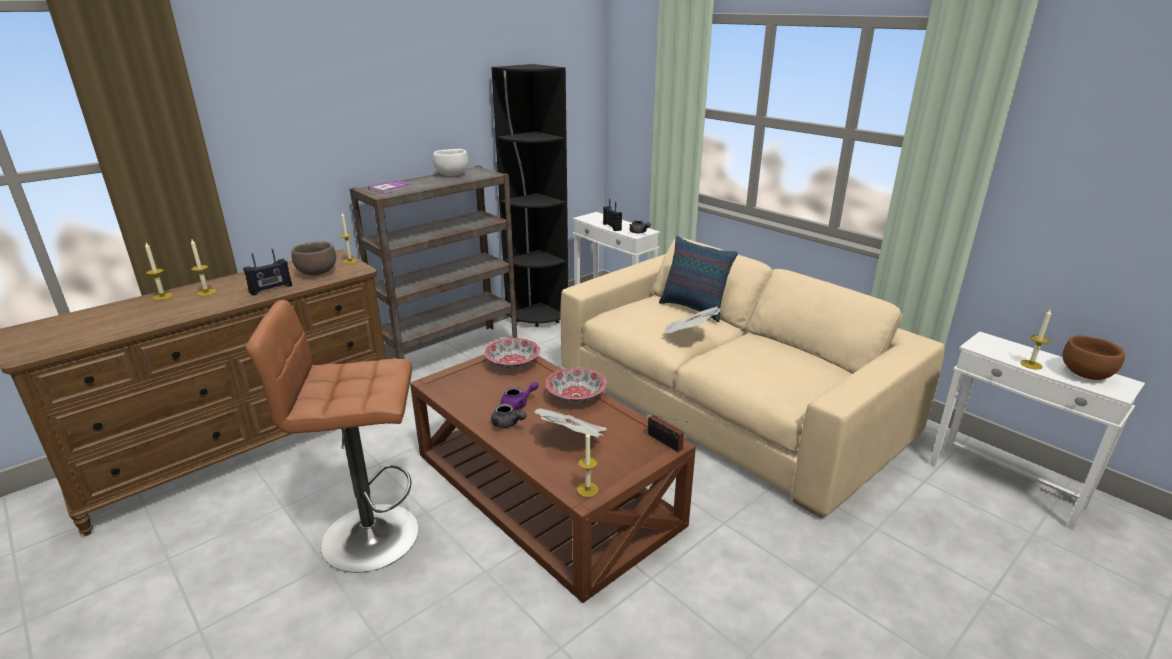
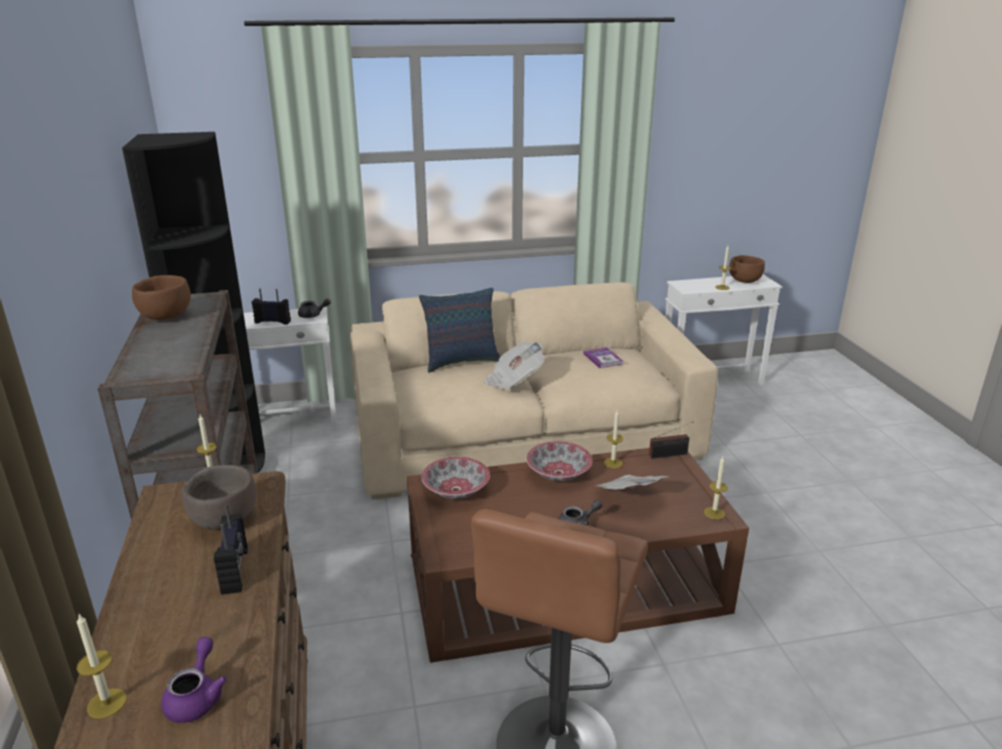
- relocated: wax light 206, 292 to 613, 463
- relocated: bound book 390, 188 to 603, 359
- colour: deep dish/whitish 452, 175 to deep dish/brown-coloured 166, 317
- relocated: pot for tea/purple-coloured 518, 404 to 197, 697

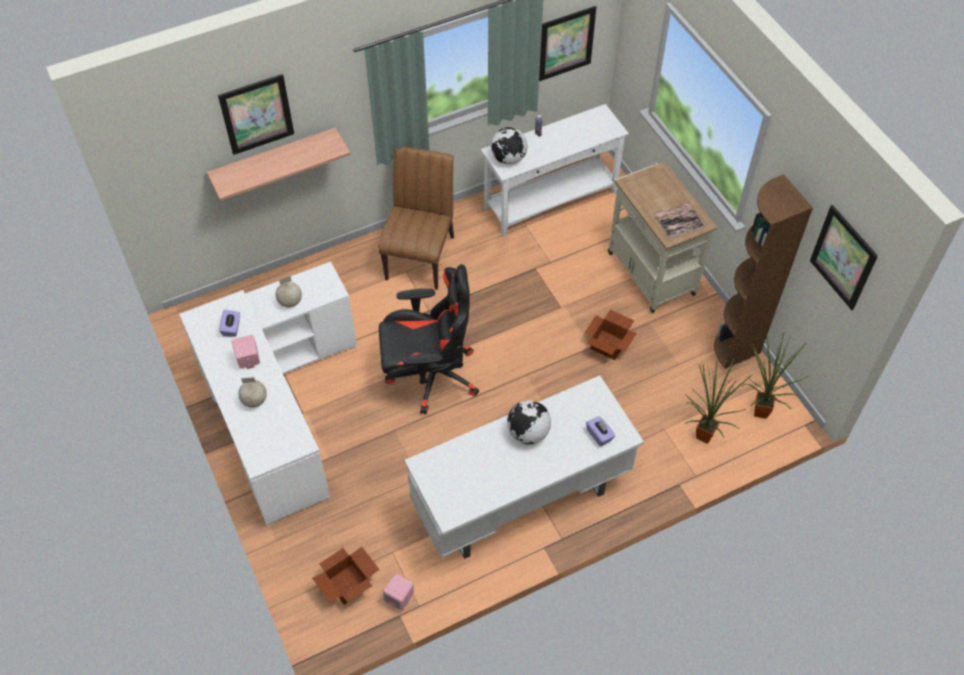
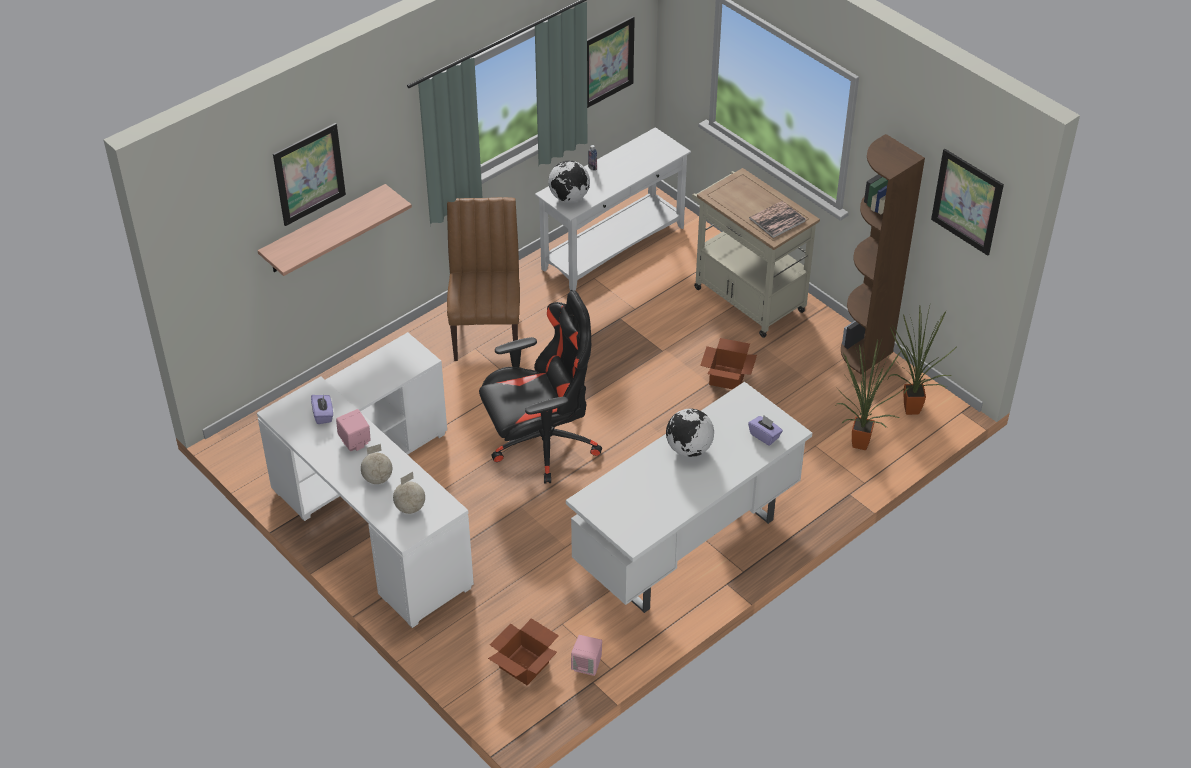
- relocated: globe 290, 302 to 410, 508

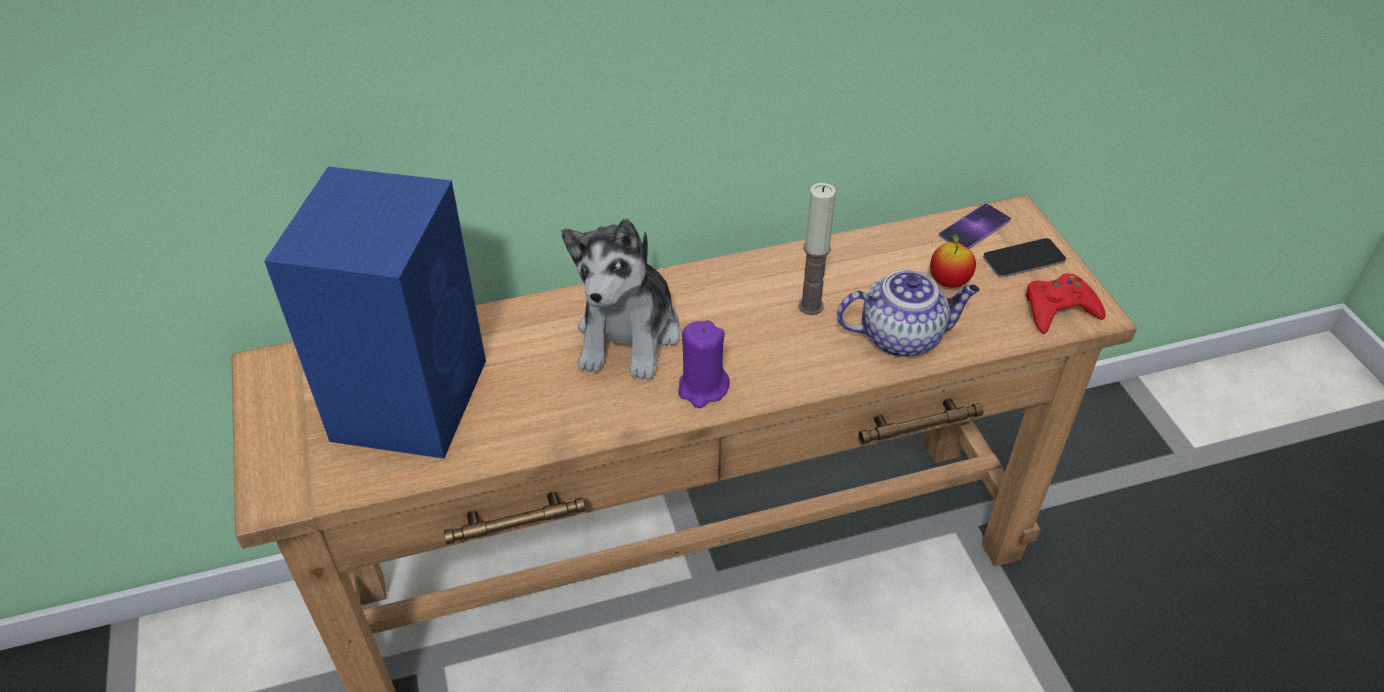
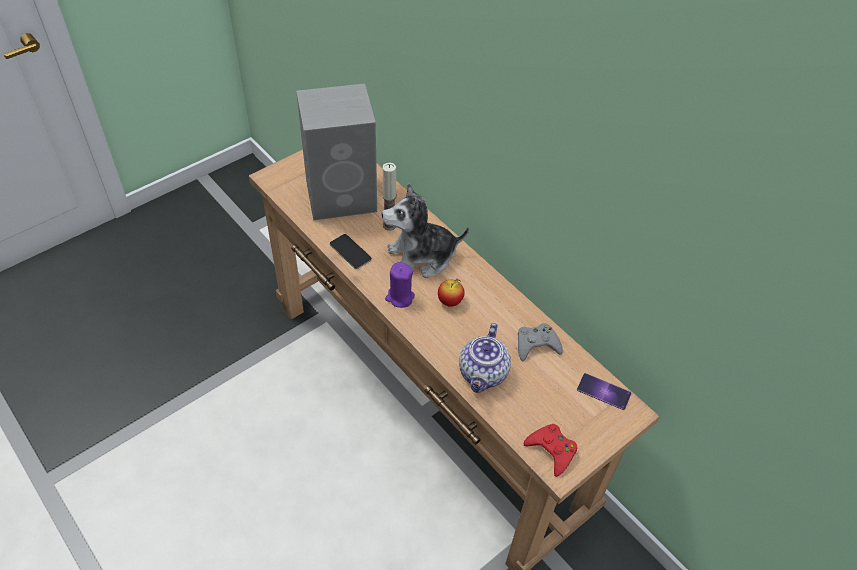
- colour: audio speaker/bluish 411, 396 to audio speaker/greyish 343, 196
- relocated: wax light 810, 306 to 389, 225
- spun: pot for tea 902, 336 = 483, 374 45 degrees clockwise
- relocated: apple 948, 282 to 450, 301
- relocated: telephone 1024, 259 to 350, 251
- appeared: gamepad/greyish 536, 345

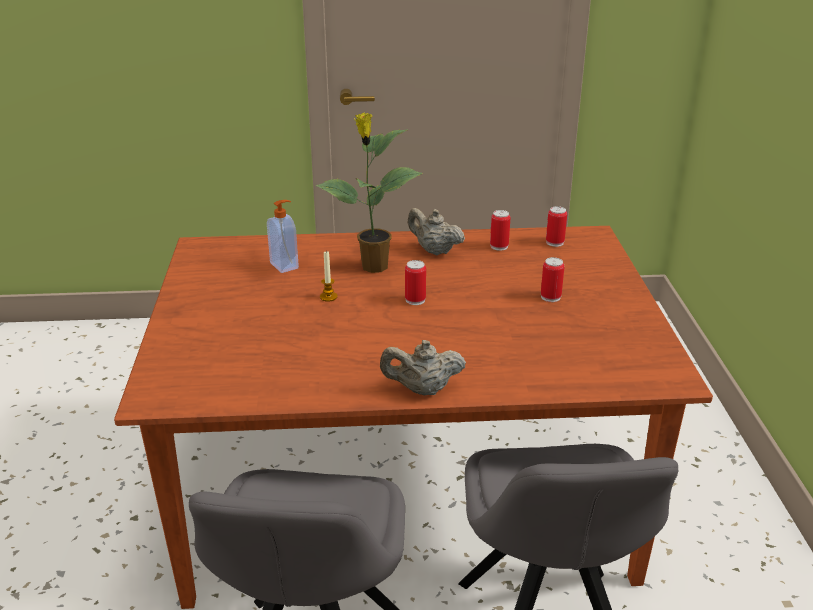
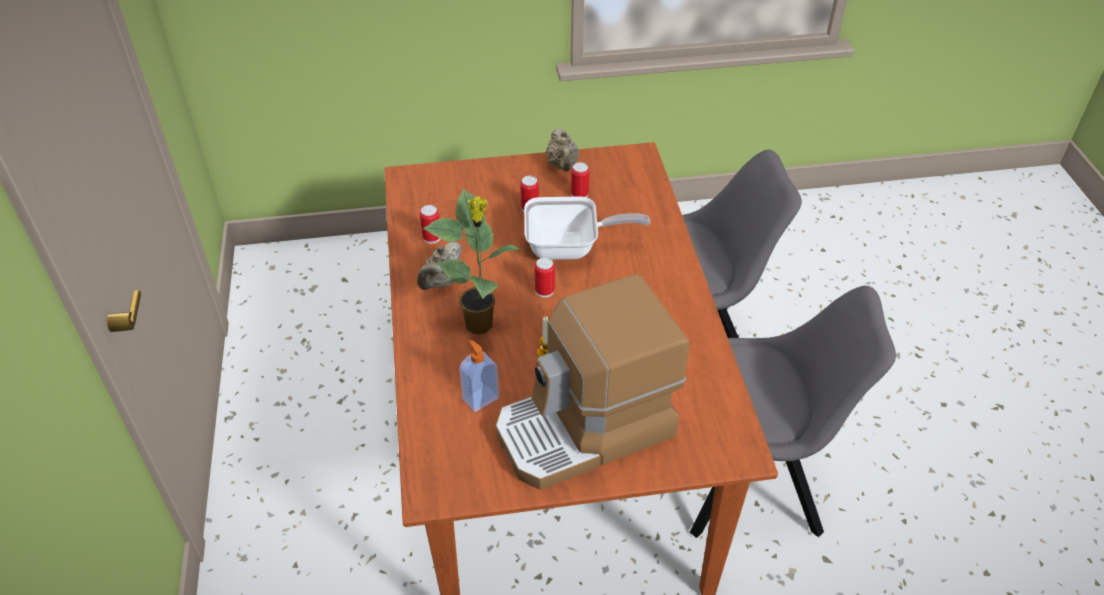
- relocated: pot for tea/beige 422, 390 to 562, 166
- relocated: sealed can 554, 242 to 579, 194
- appeared: coffee maker 586, 430
- appeared: pan 570, 247

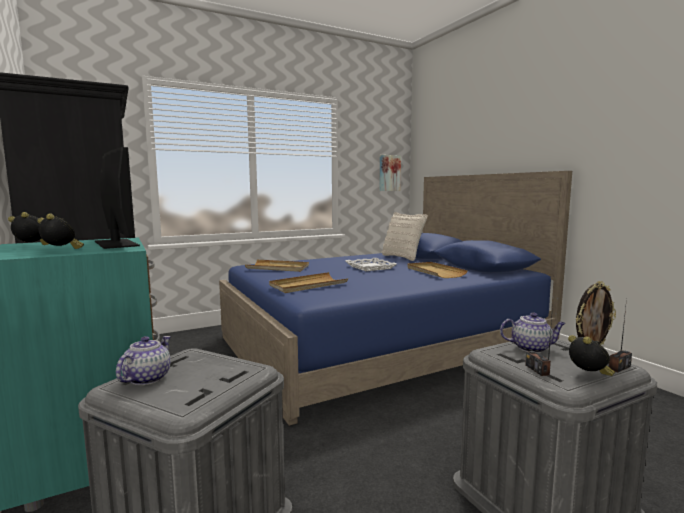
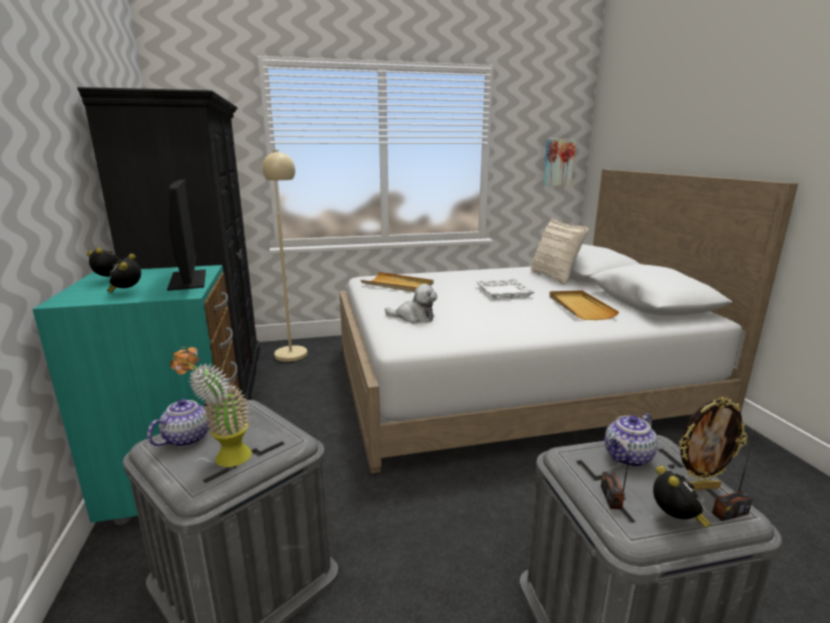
- spun: table clock 61, 250 = 127, 292 135 degrees counterclockwise
- colour: sleeping bed/bluish 381, 344 to sleeping bed/whitish 511, 381
- exchanged: carrying tray/beige 308, 285 to soft toy 414, 317
- spun: pot for tea 531, 348 = 627, 458 120 degrees clockwise
- appeared: houseplant 224, 460
- appeared: standard lamp/beige 293, 359

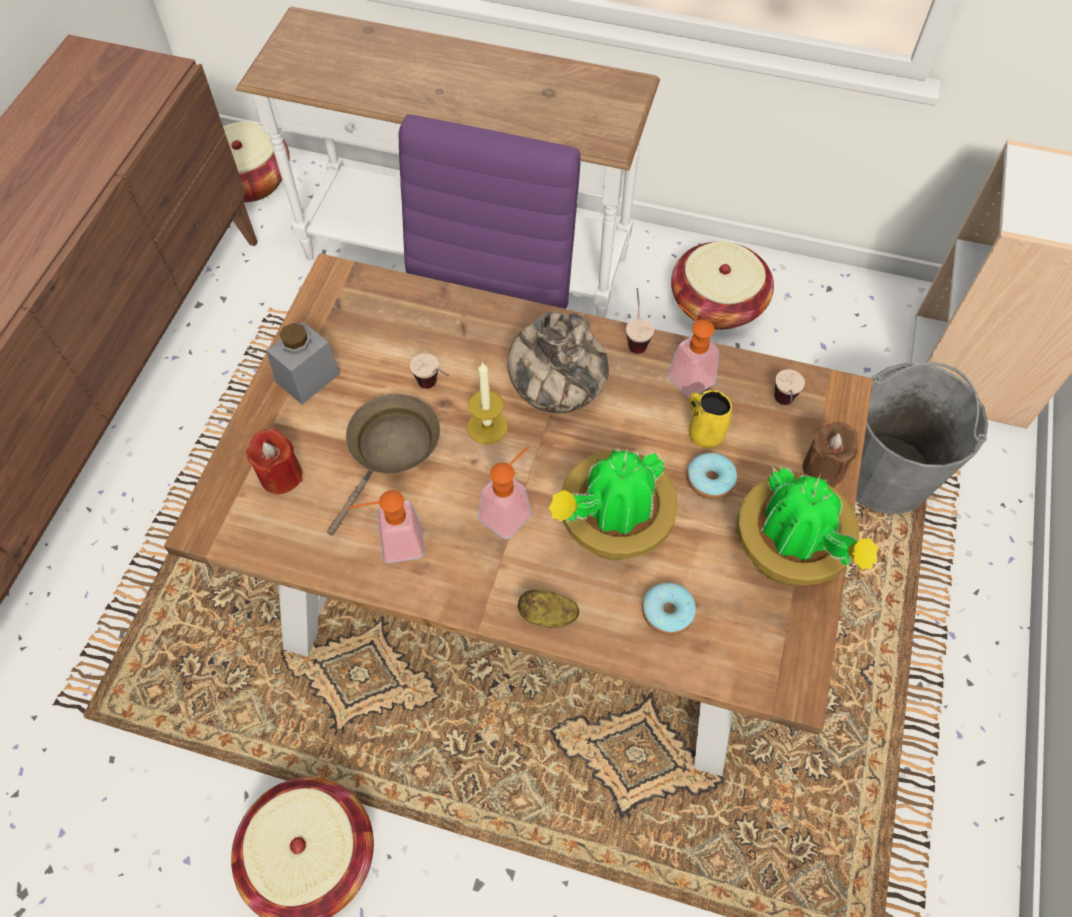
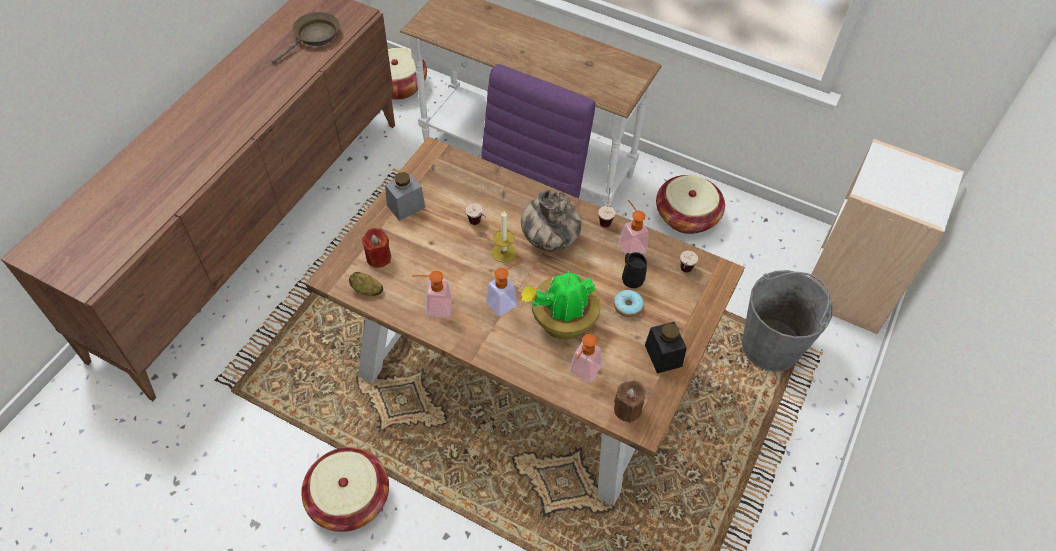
- relocated: pan/brown-coloured 391, 451 to 314, 37
- relocated: potato 547, 616 to 366, 290
- exchanged: doughnut 667, 612 to soap bottle 582, 373
- colour: tea mug/yellow-coloured 704, 433 to tea mug/blackish 632, 279
- exchanged: houseplant 789, 554 to preserve jar/blackish 663, 355
- relocated: wax light/brown-coloured 823, 468 to 627, 409

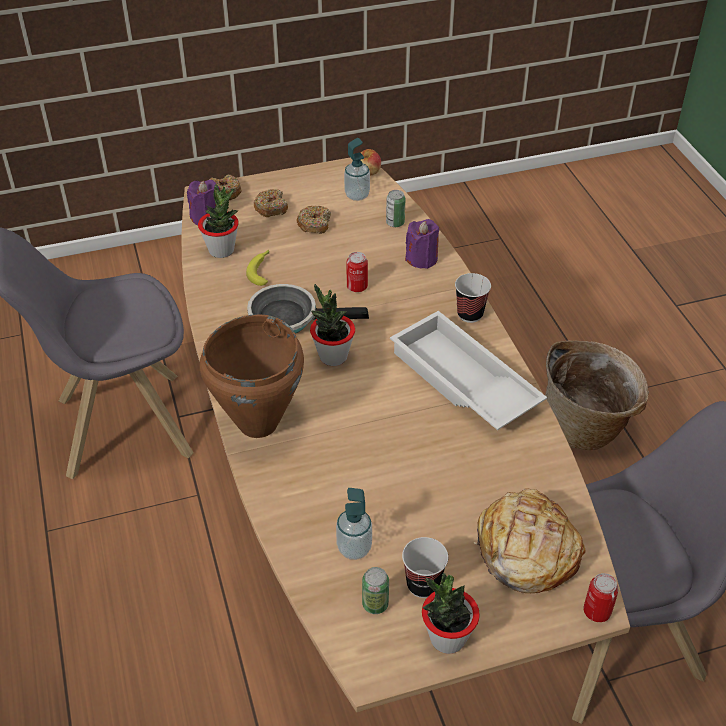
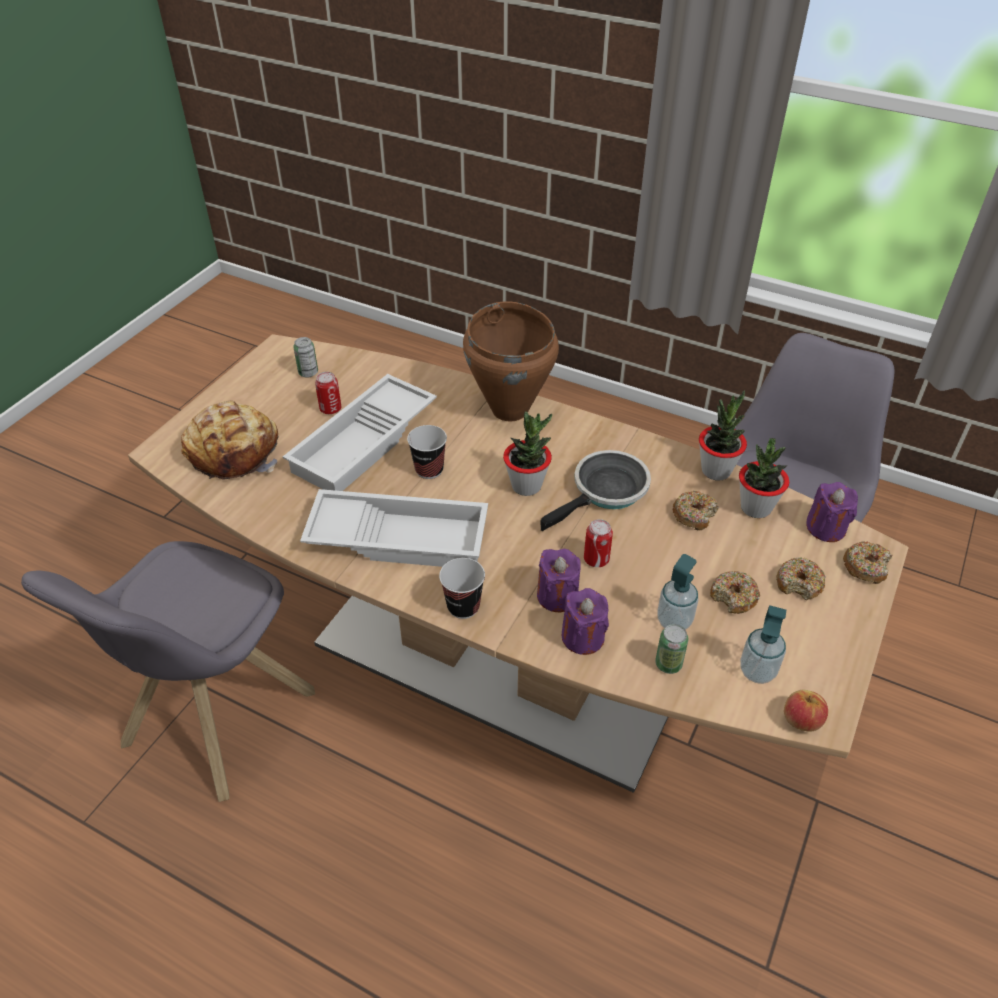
- exchanged: banana 262, 270 to doughnut 694, 515
- relocated: soap bottle 354, 548 to 674, 621
- relocated: cup 423, 584 to 429, 470
- relocated: houseplant 447, 638 to 716, 470
- missing: storage basket 586, 425
- relocated: sealed can 597, 611 to 330, 409
- appeared: carrying tray/whitish 365, 443
- appeared: wax light/purple-coloured 557, 596

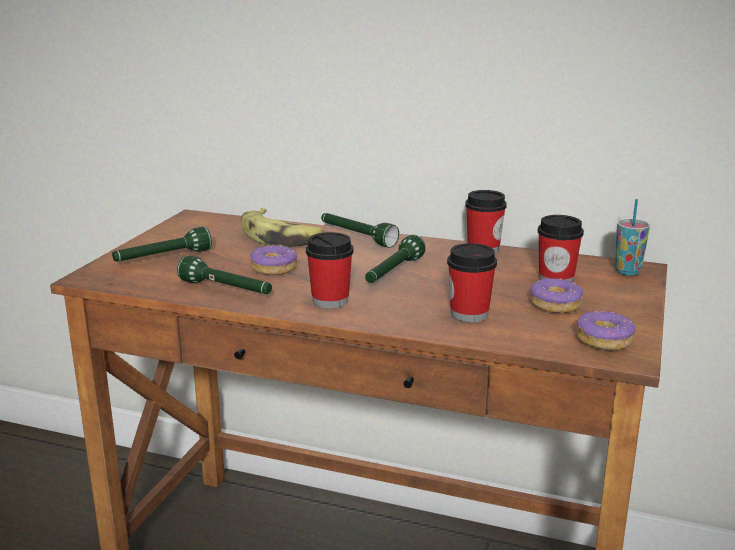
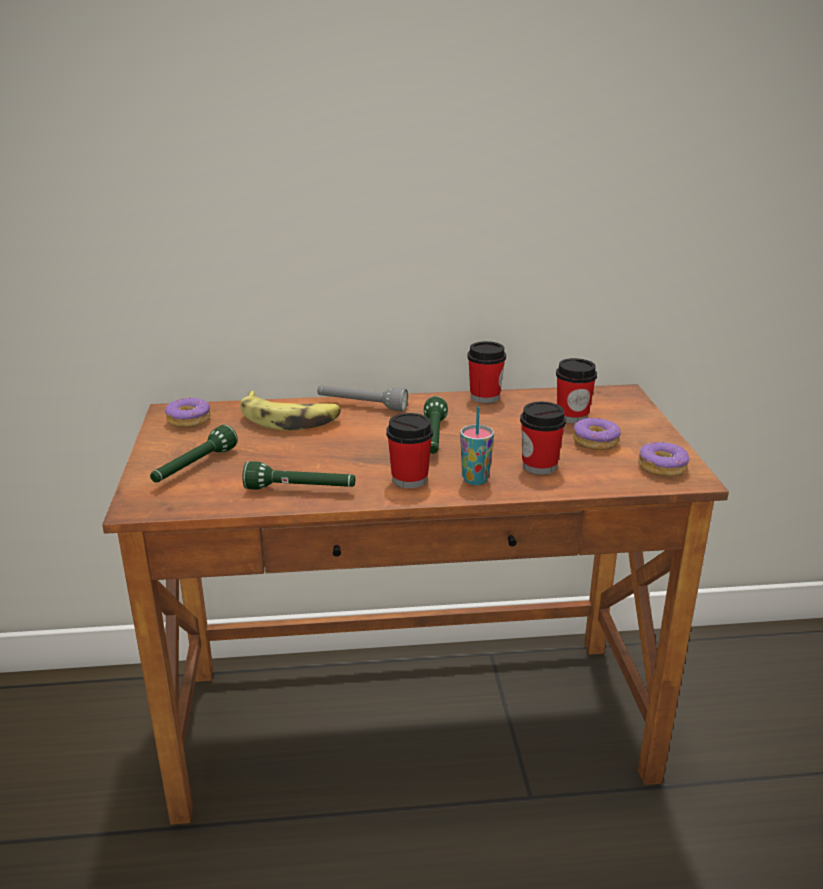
- relocated: doughnut 274, 268 to 189, 420
- colour: torch/greenish 356, 237 to torch/greyish 361, 405
- relocated: cup 627, 272 to 475, 480

